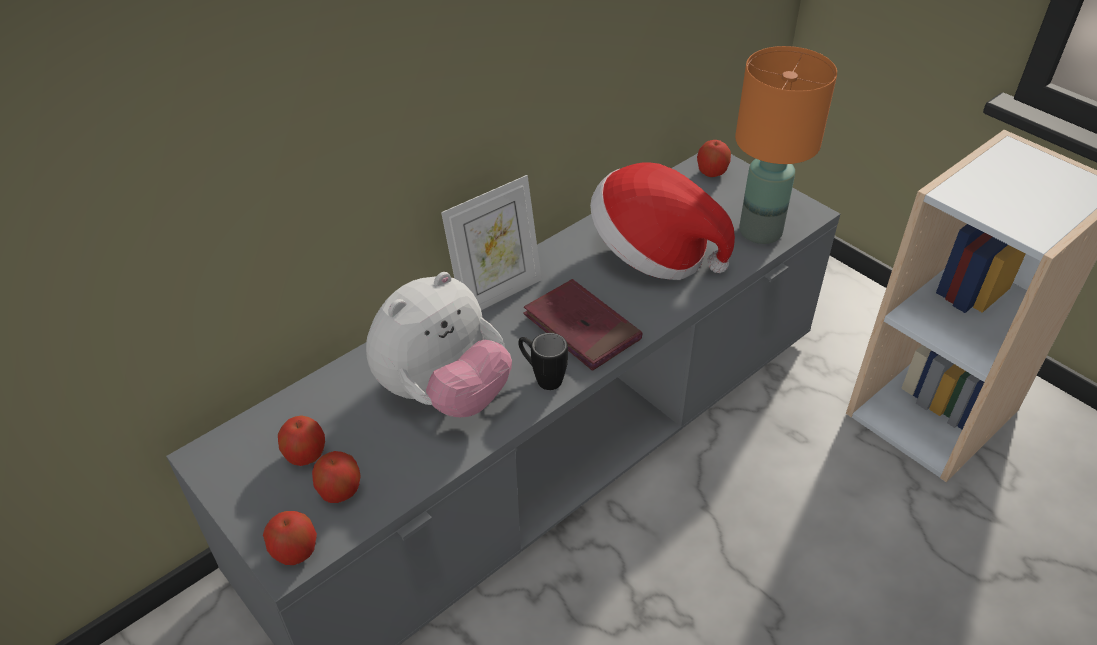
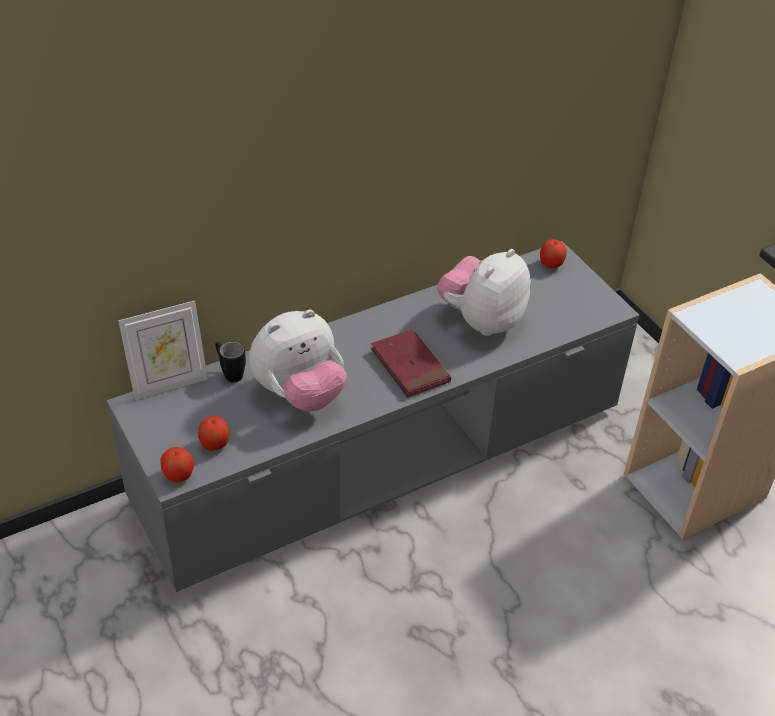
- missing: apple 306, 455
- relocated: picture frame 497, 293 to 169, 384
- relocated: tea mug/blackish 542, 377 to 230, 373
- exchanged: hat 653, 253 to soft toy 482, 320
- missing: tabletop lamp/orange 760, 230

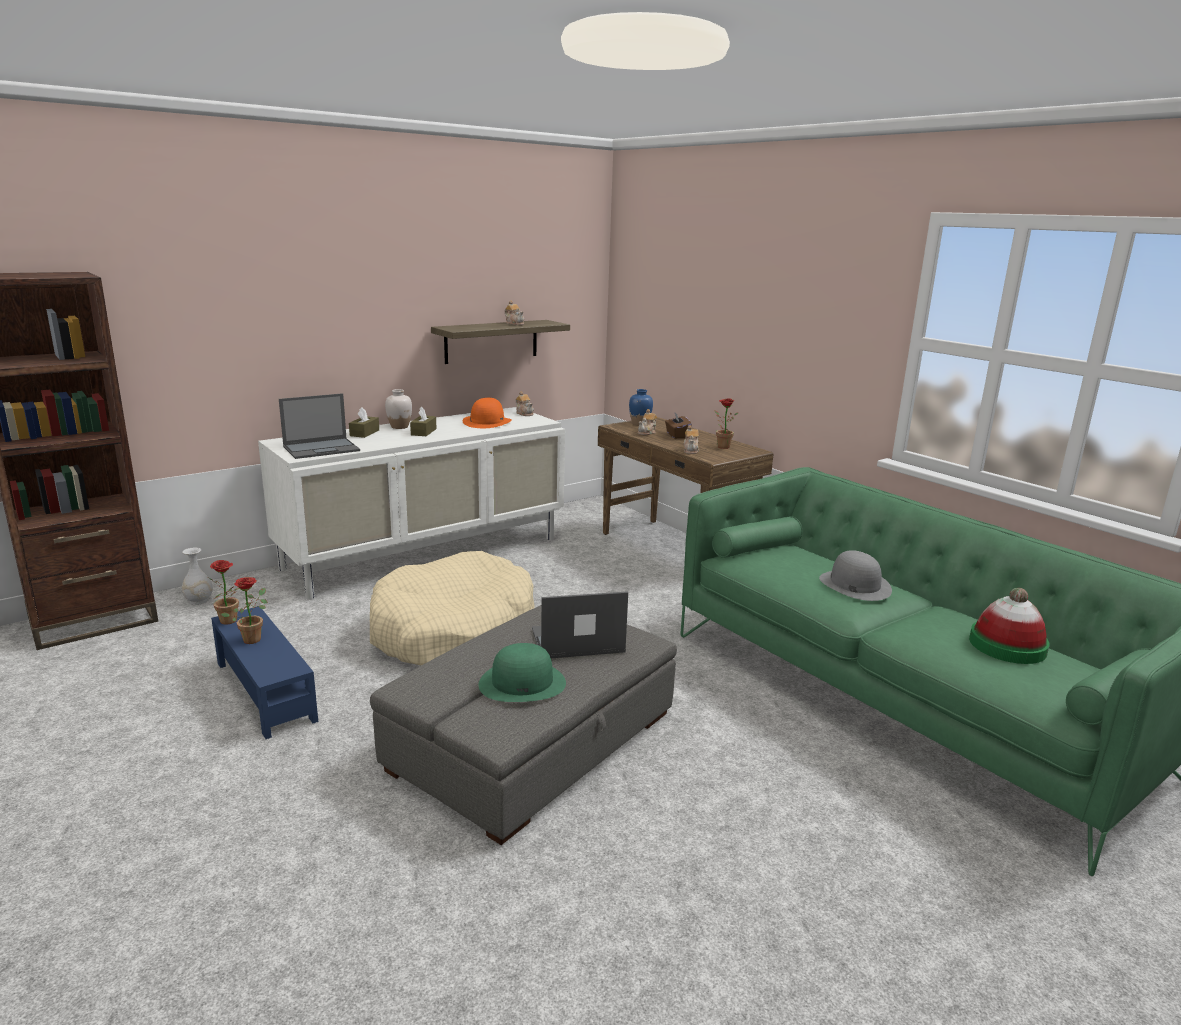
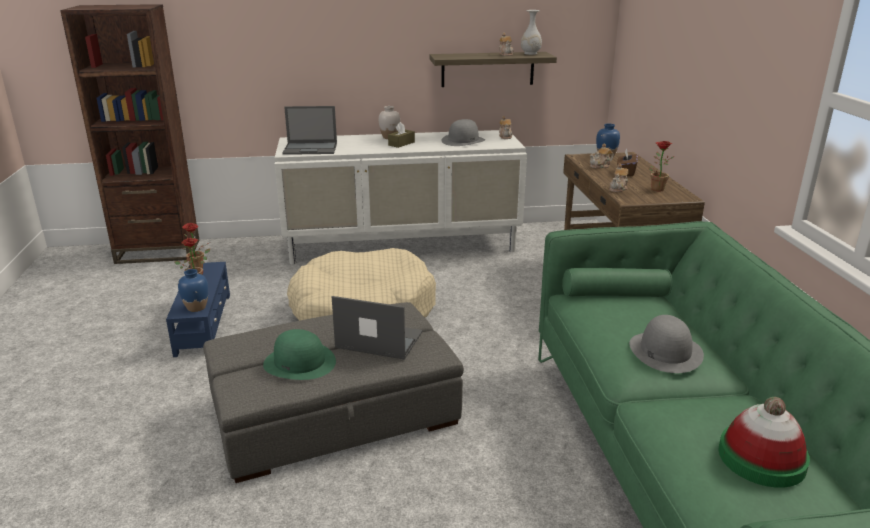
- relocated: vase/whitish 198, 601 to 530, 53
- missing: tissue holder/brown-coloured 364, 433
- colour: hat/orange 487, 422 to hat/greyish 463, 140
- appeared: vase/bluish 196, 308

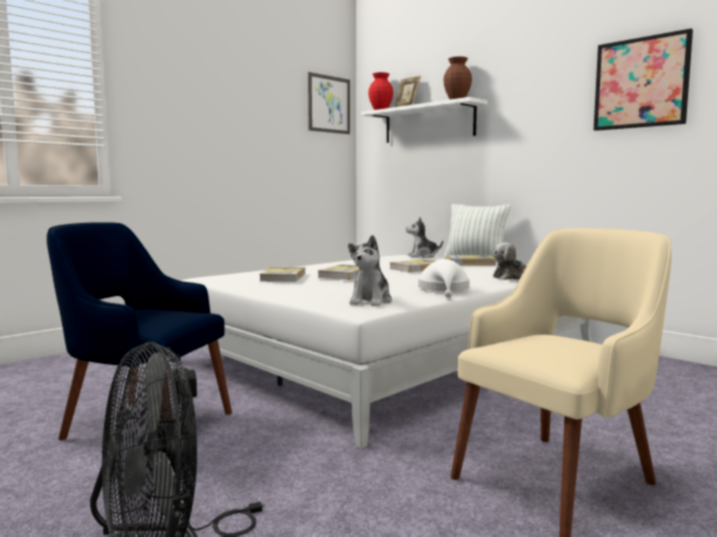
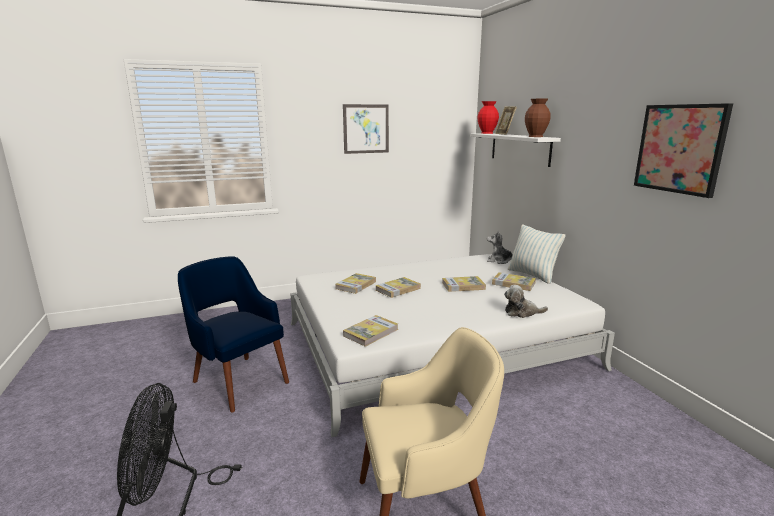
- relocated: wall picture 329, 104 to 366, 129
- exchanged: soft toy 371, 301 to bound book 371, 332
- missing: hat/whitish 444, 290

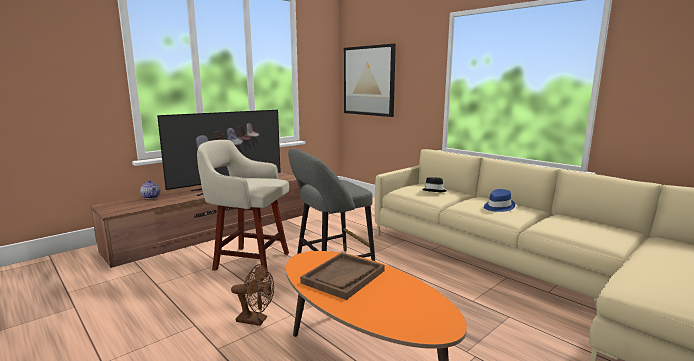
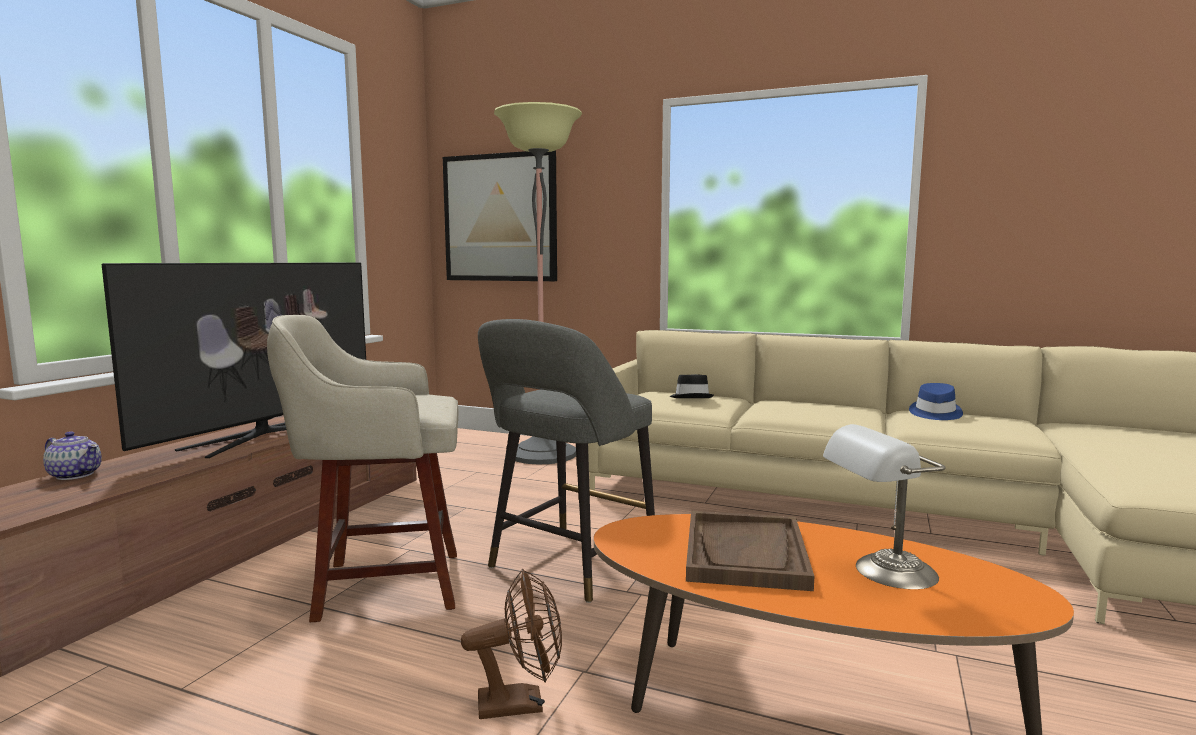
- relocated: hat/bluish 498, 207 to 934, 413
- appeared: standard lamp 542, 454
- appeared: tabletop lamp/whitish 883, 574

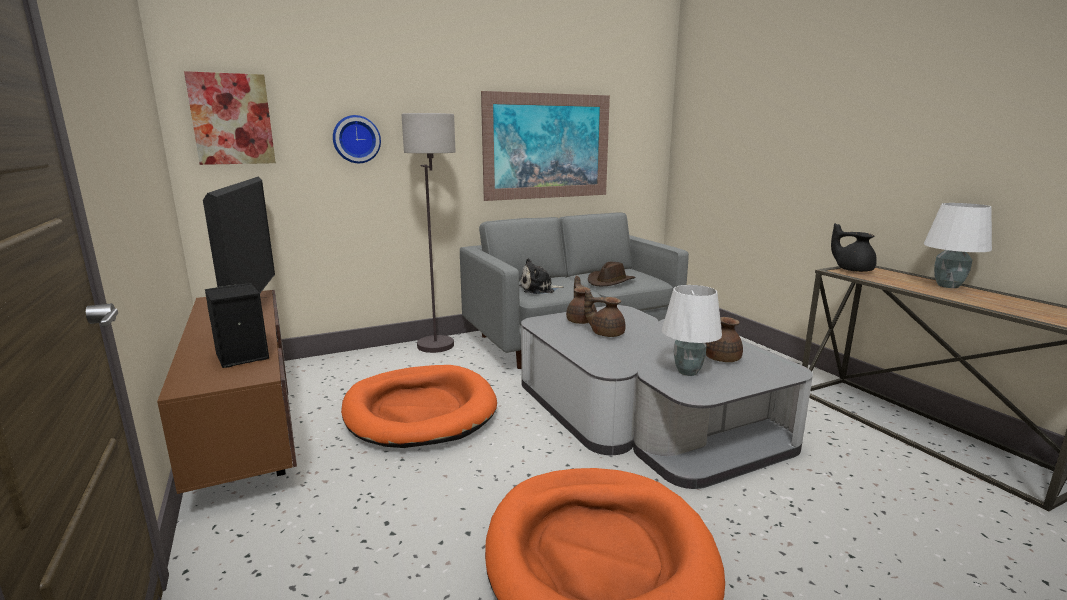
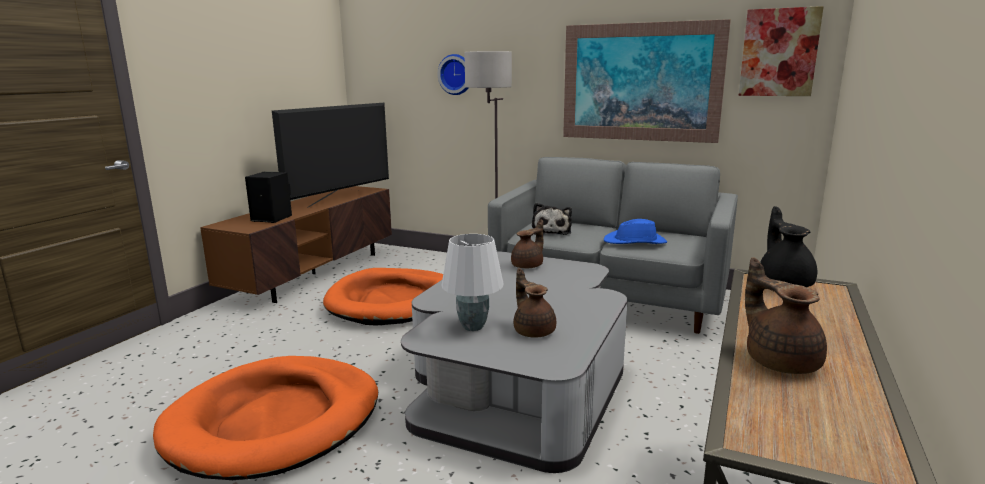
- relocated: wall picture 232, 119 to 779, 52
- spun: soft toy 539, 289 = 551, 231 120 degrees counterclockwise
- relocated: pot for tea/brown-coloured 606, 333 to 780, 360
- colour: hat/brown-coloured 610, 281 to hat/bluish 635, 242
- missing: tabletop lamp/whitish 947, 286

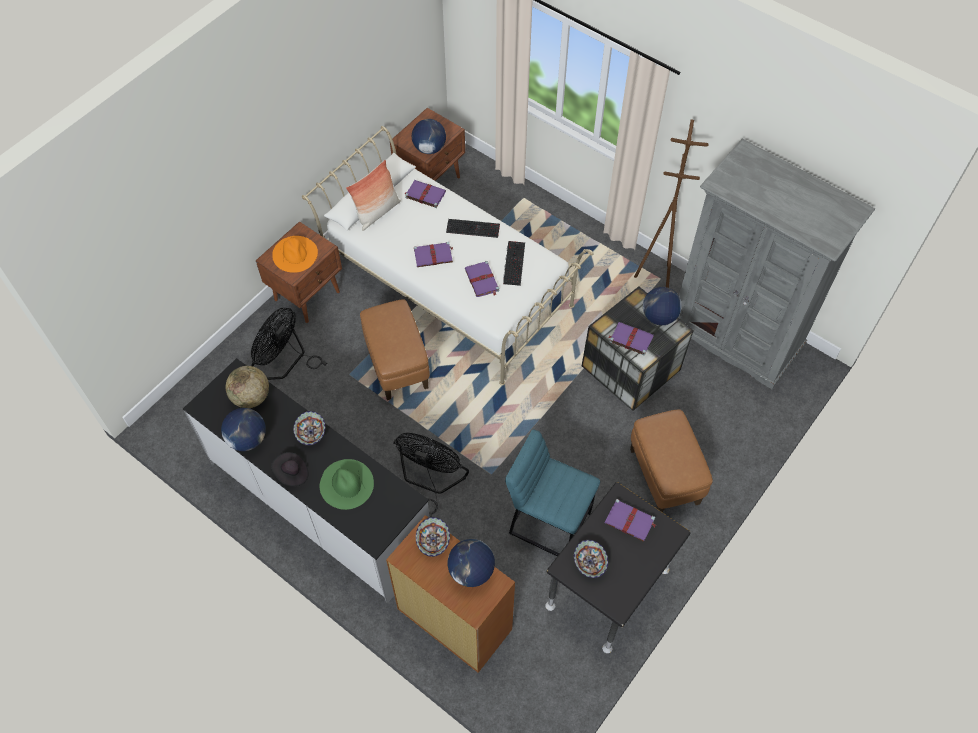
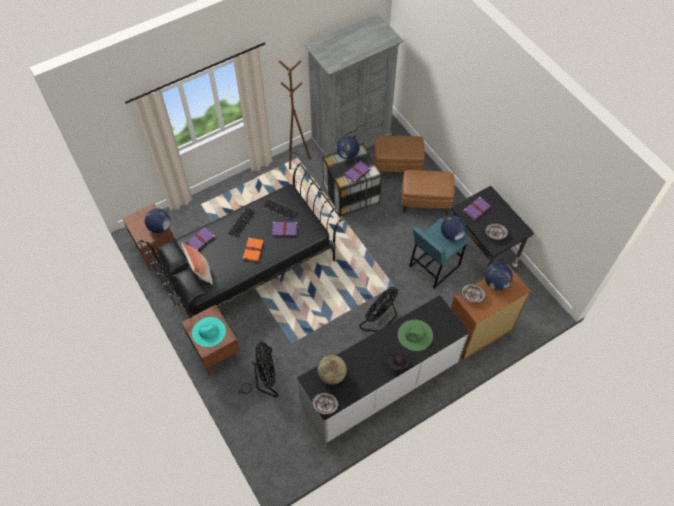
- relocated: globe 247, 439 to 451, 235
- spun: fan/blackish 287, 359 = 263, 378 150 degrees counterclockwise
- colour: hat/orange 295, 254 to hat/blue-green 209, 331
- relocated: deep dish 311, 433 to 325, 405
- colour: sleeping bed/whitish 448, 286 to sleeping bed/blackish 249, 267
- relocated: ottoman/brown-coloured 397, 365 to 397, 168
- colour: bound book/purple-coloured 434, 255 to bound book/orange 253, 249

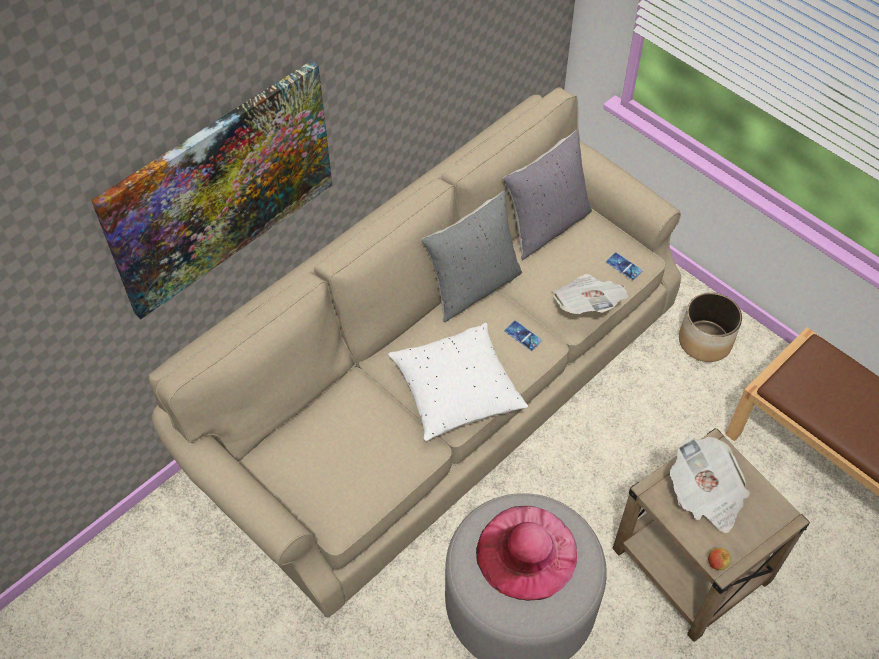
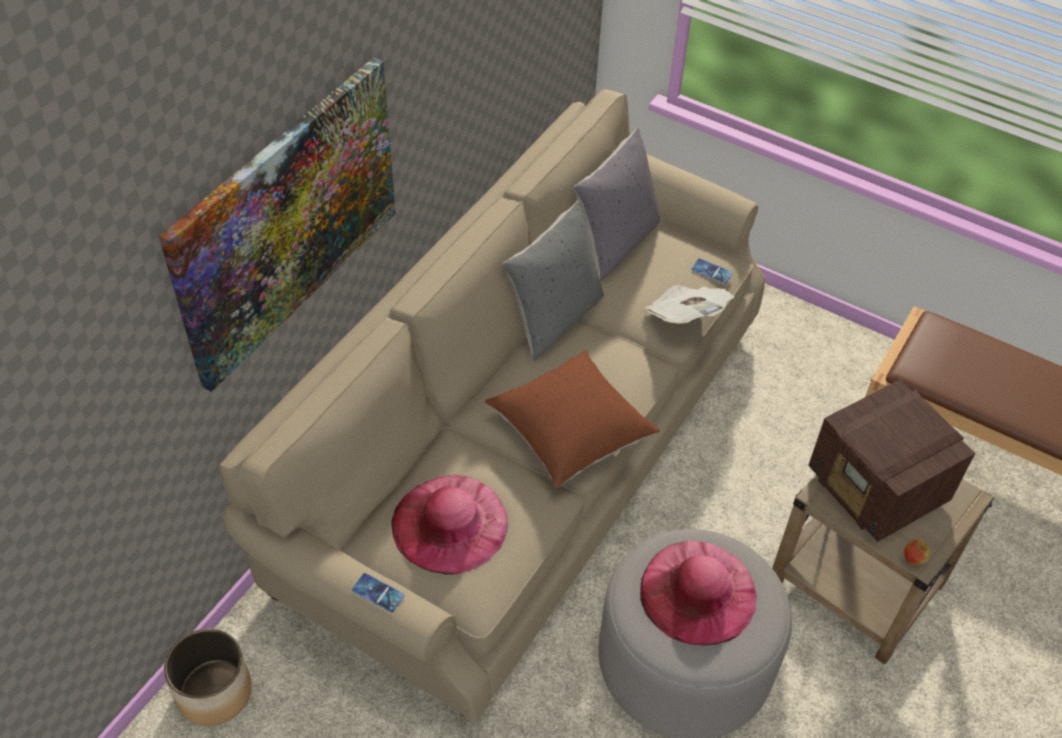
- colour: cushion/whitish 456, 392 to cushion/brown-coloured 570, 433
- relocated: telephone 523, 335 to 378, 593
- exchanged: newspaper 705, 495 to radio receiver 878, 489
- relocated: plant pot 705, 340 to 214, 691
- appeared: hat/pink 450, 523

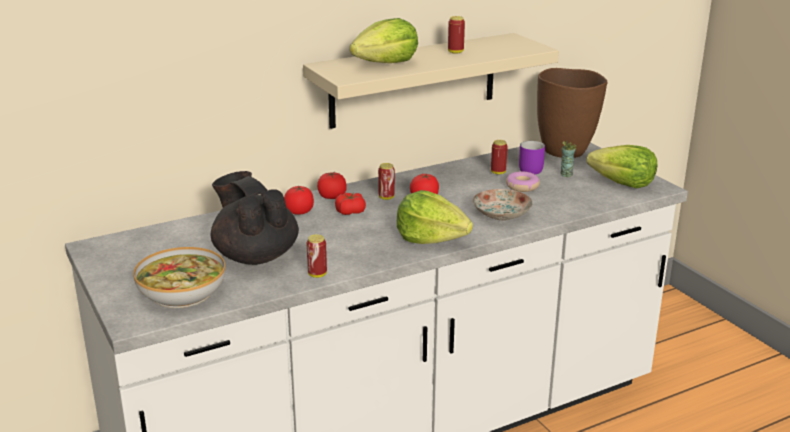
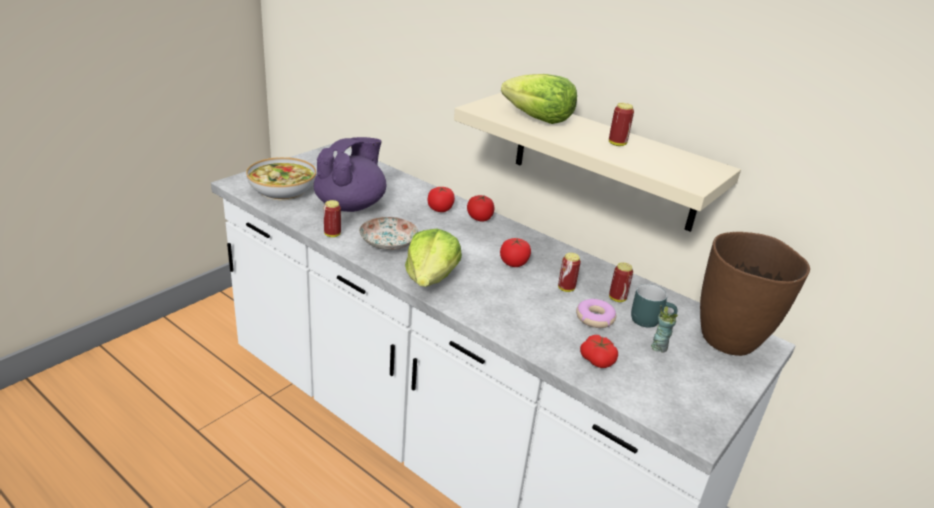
- colour: pot for tea/blackish 255, 256 to pot for tea/purple-coloured 351, 205
- relocated: fresh tomato 350, 211 to 597, 359
- relocated: sealed can 386, 197 to 566, 288
- relocated: flat dish 501, 214 to 389, 243
- colour: tea mug/purple-coloured 531, 169 to tea mug/blue-green 649, 320
- missing: head of lettuce 623, 183

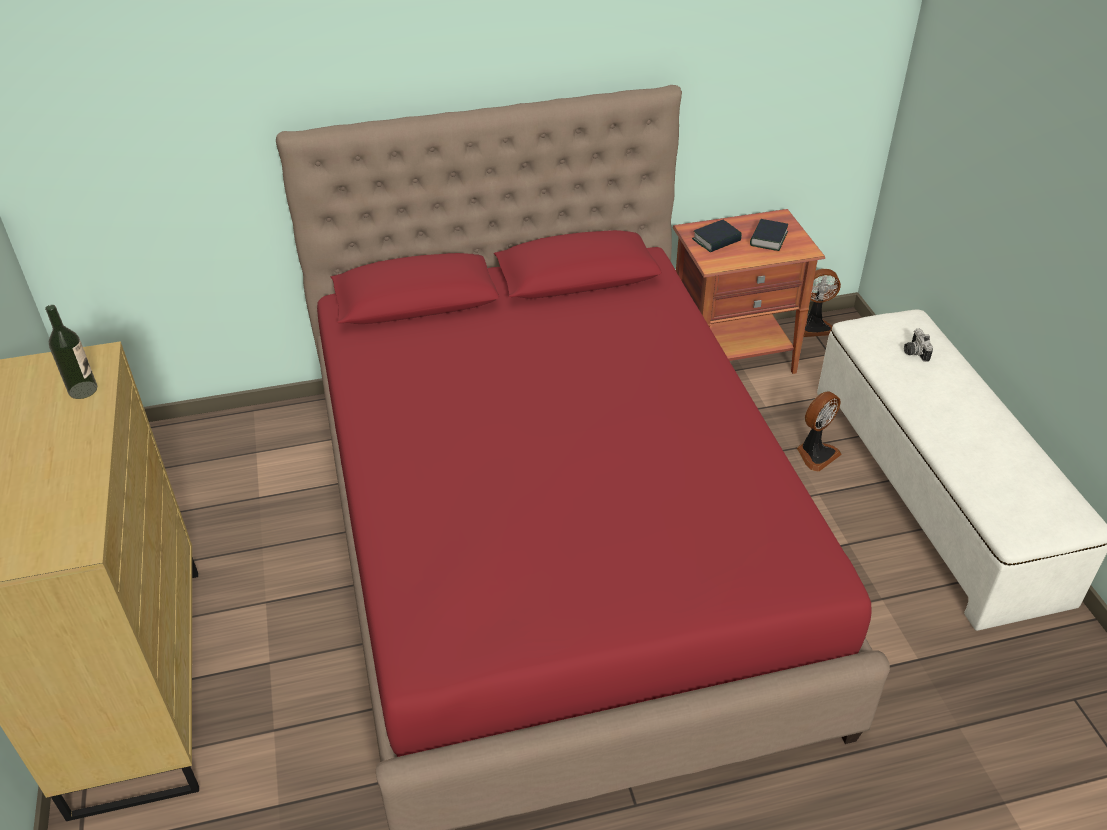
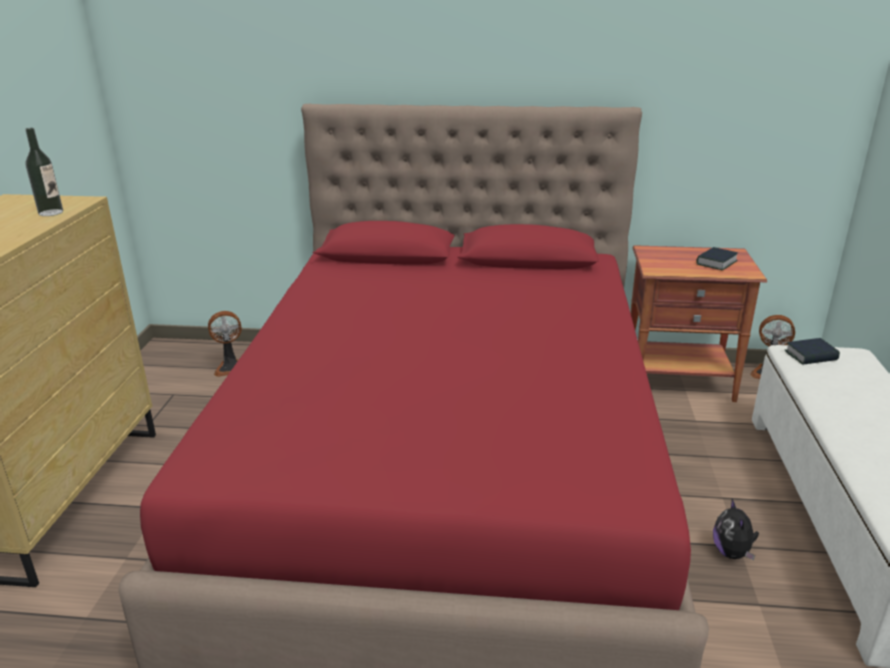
- relocated: bound book 716, 240 to 811, 356
- relocated: fan 815, 454 to 231, 367
- missing: photo camera 914, 352
- appeared: soft toy 732, 553

